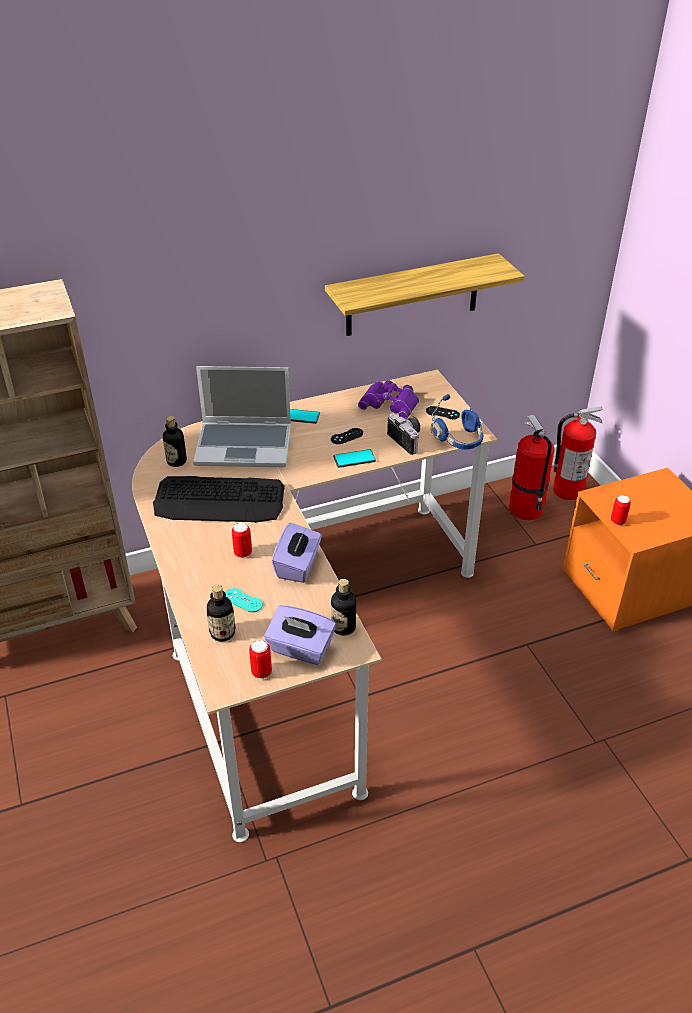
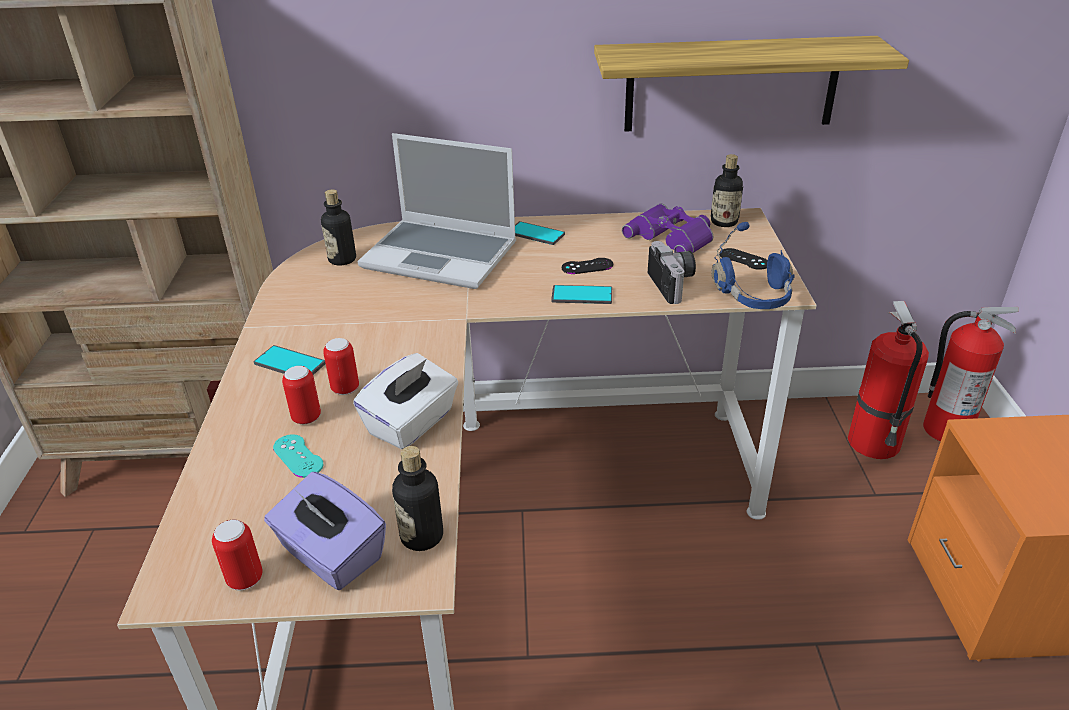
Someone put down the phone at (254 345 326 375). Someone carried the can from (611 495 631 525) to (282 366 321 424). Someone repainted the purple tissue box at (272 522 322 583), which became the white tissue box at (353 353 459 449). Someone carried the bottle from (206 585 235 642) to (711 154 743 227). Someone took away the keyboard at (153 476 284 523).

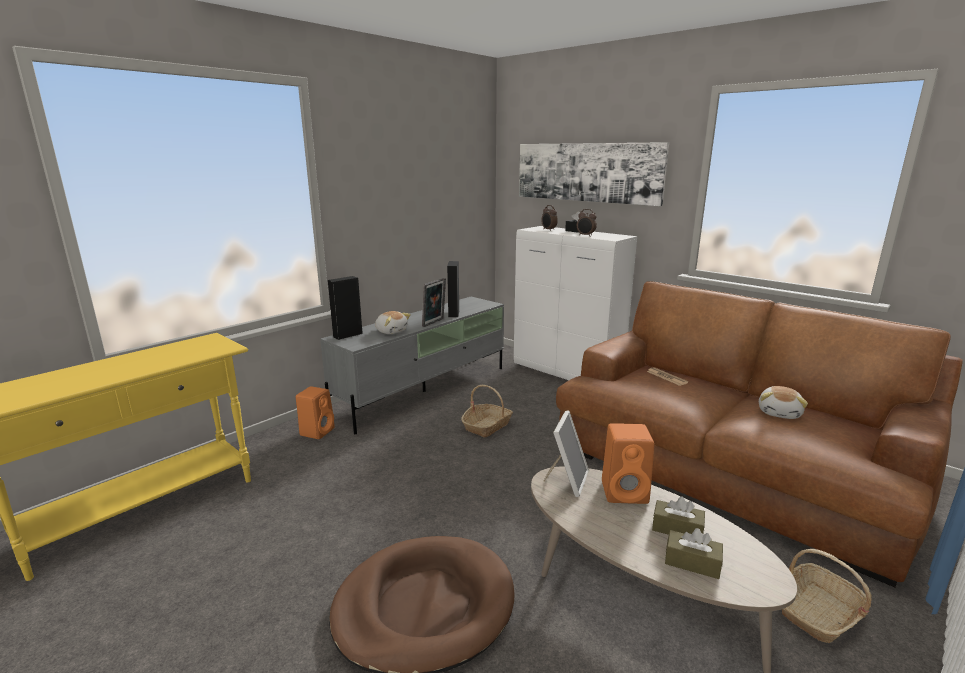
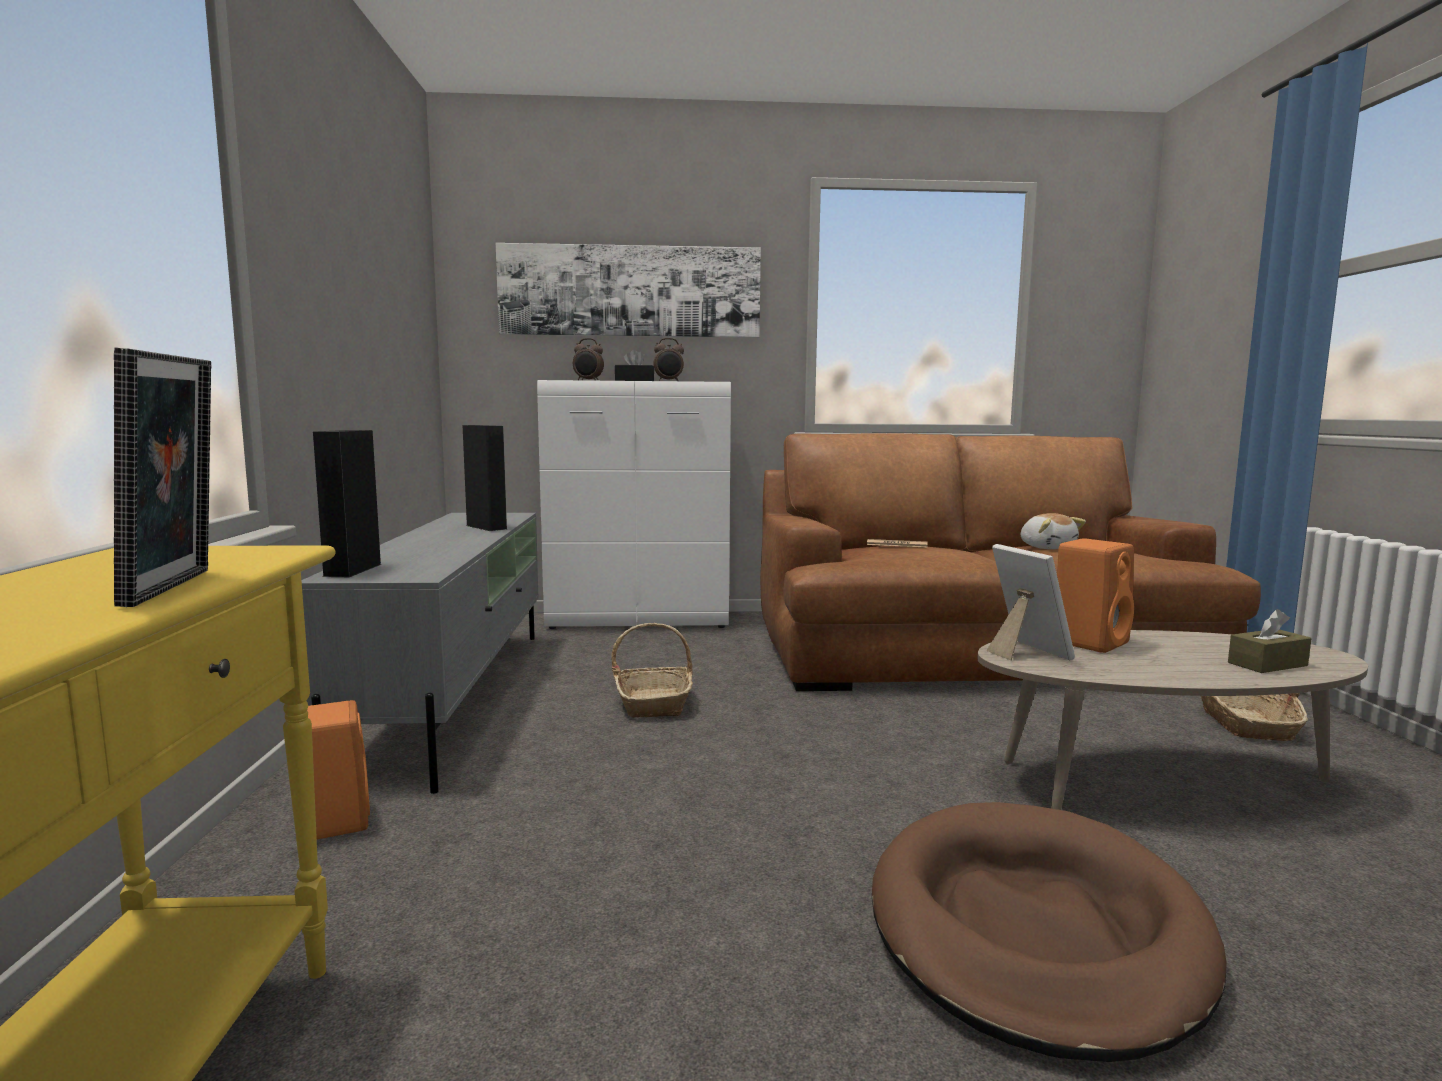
Someone carried the picture frame from (422 278 446 327) to (114 347 211 607). Someone took away the plush toy at (375 311 411 334). Someone took away the brown tissue box at (652 497 705 535).

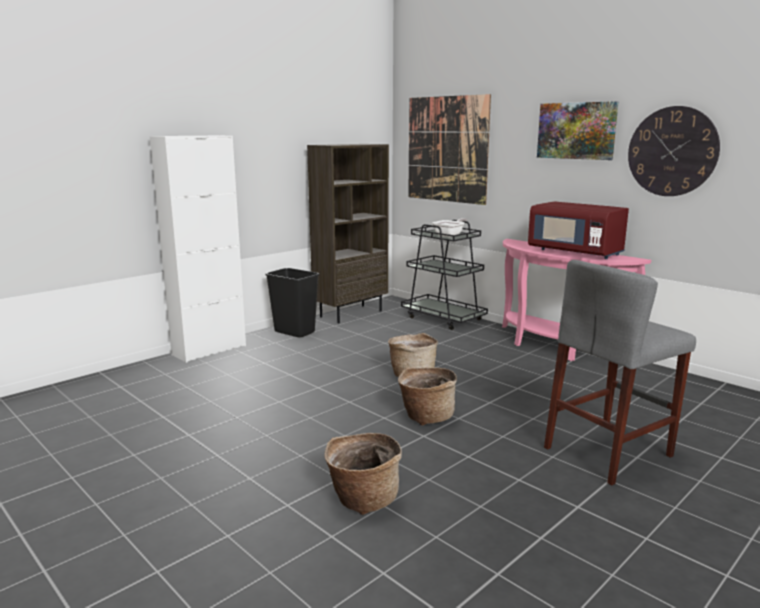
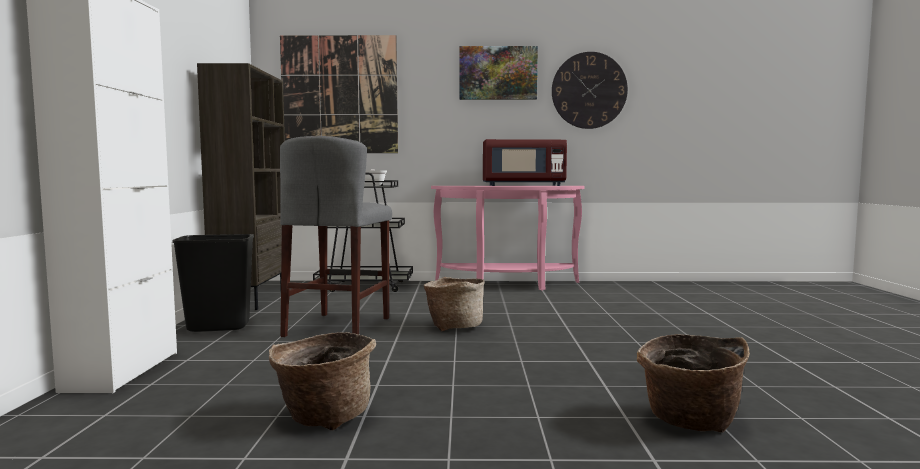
Someone carried the basket from (398 367 457 426) to (269 332 376 430). Someone carried the grey stool from (544 260 696 485) to (280 136 392 337).

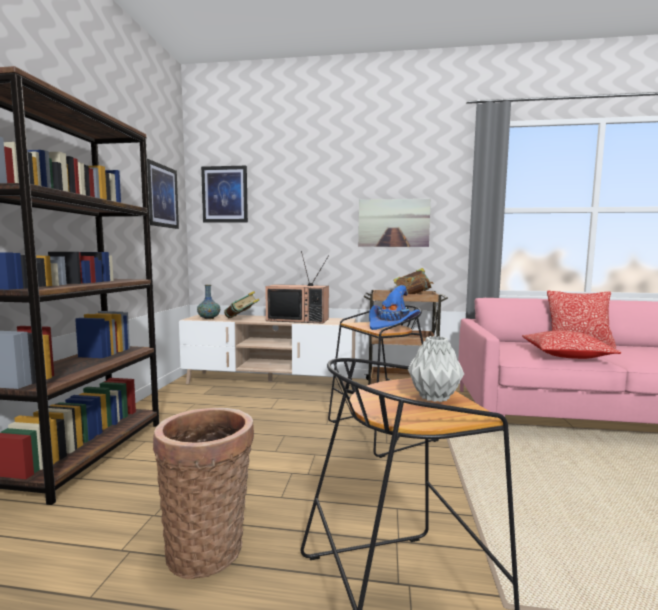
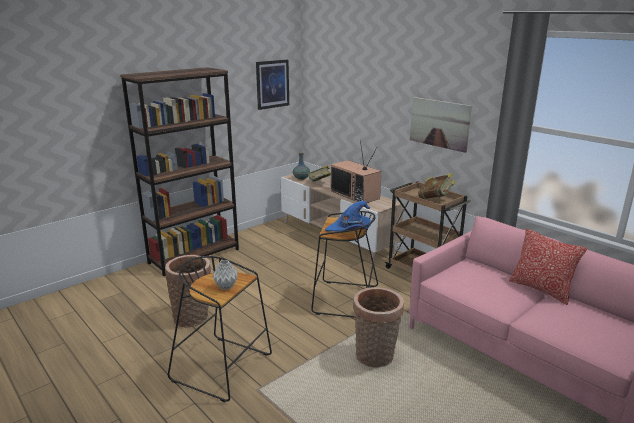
Someone put down the basket at (353 287 404 368). Someone took away the picture at (201 166 248 223). Someone took away the pillow at (522 330 621 359).

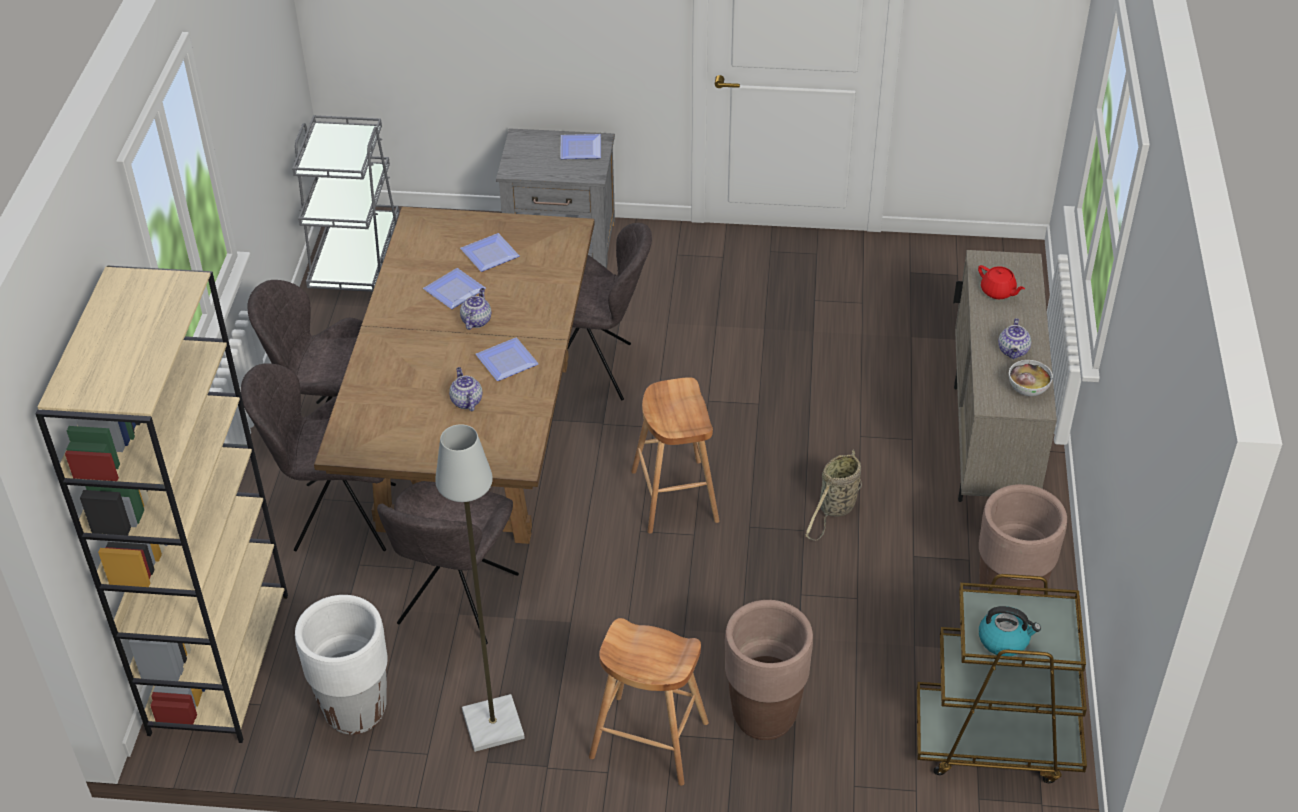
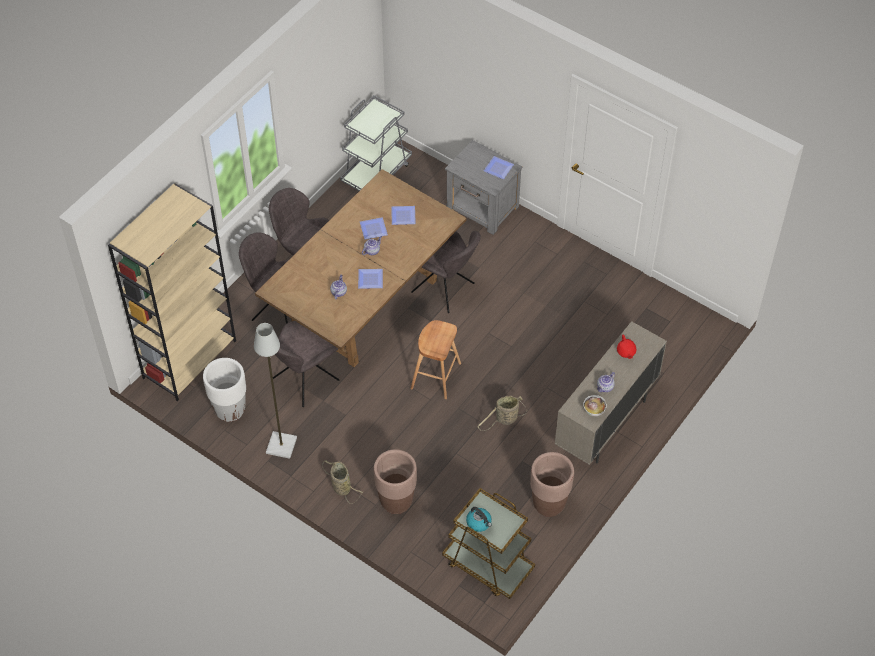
Someone swapped the brown stool at (589 618 709 786) for the basket at (322 460 363 504).

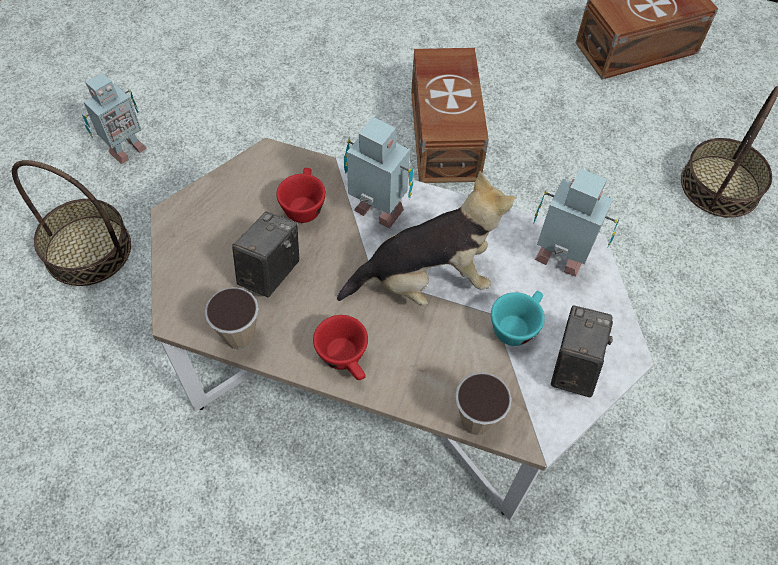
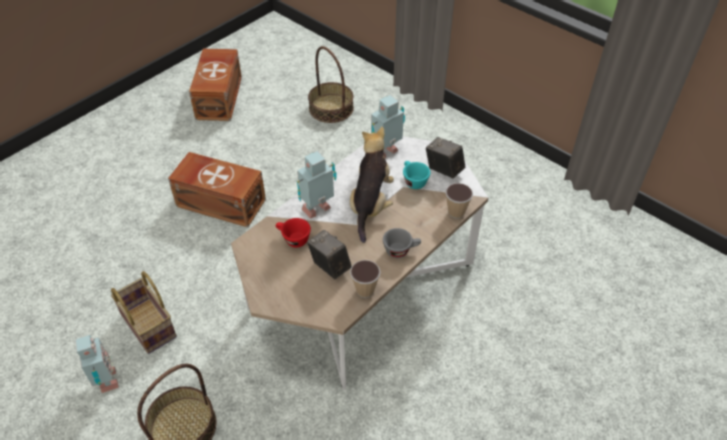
Someone put down the basket at (111 271 177 354). Someone repainted the red cup at (313 315 368 380), which became the grey cup at (383 228 421 258).

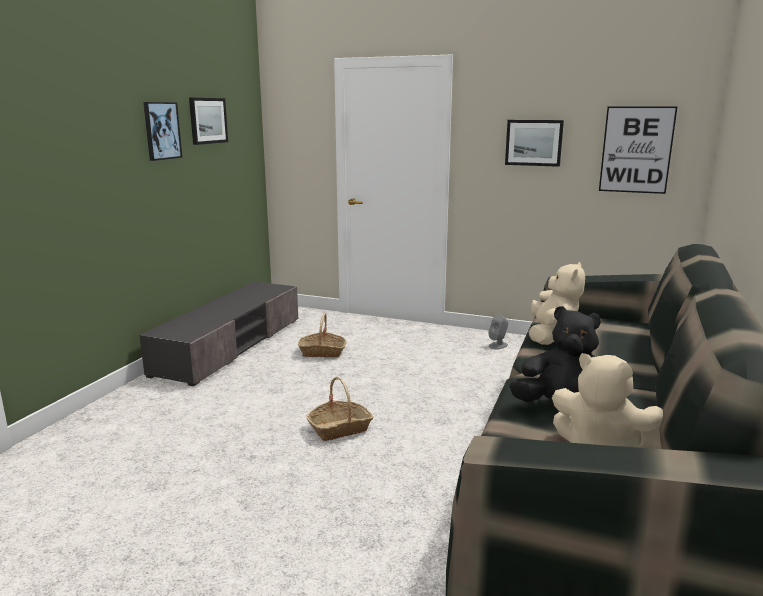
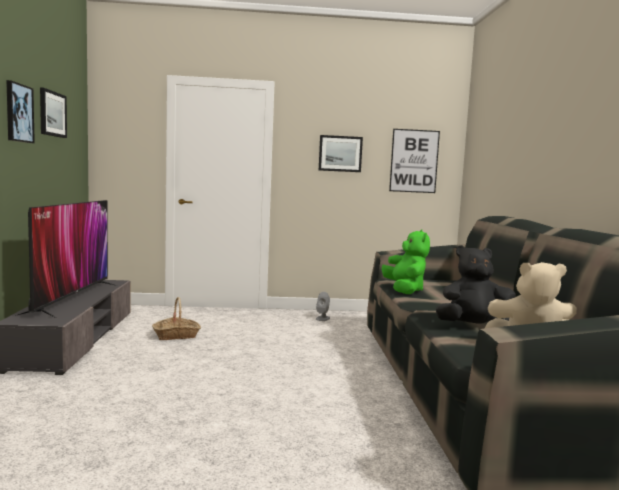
Someone put down the television at (15 200 117 318). Someone repainted the beige plush toy at (529 262 585 345), which became the green plush toy at (382 230 430 294). Someone took away the basket at (307 377 374 441).

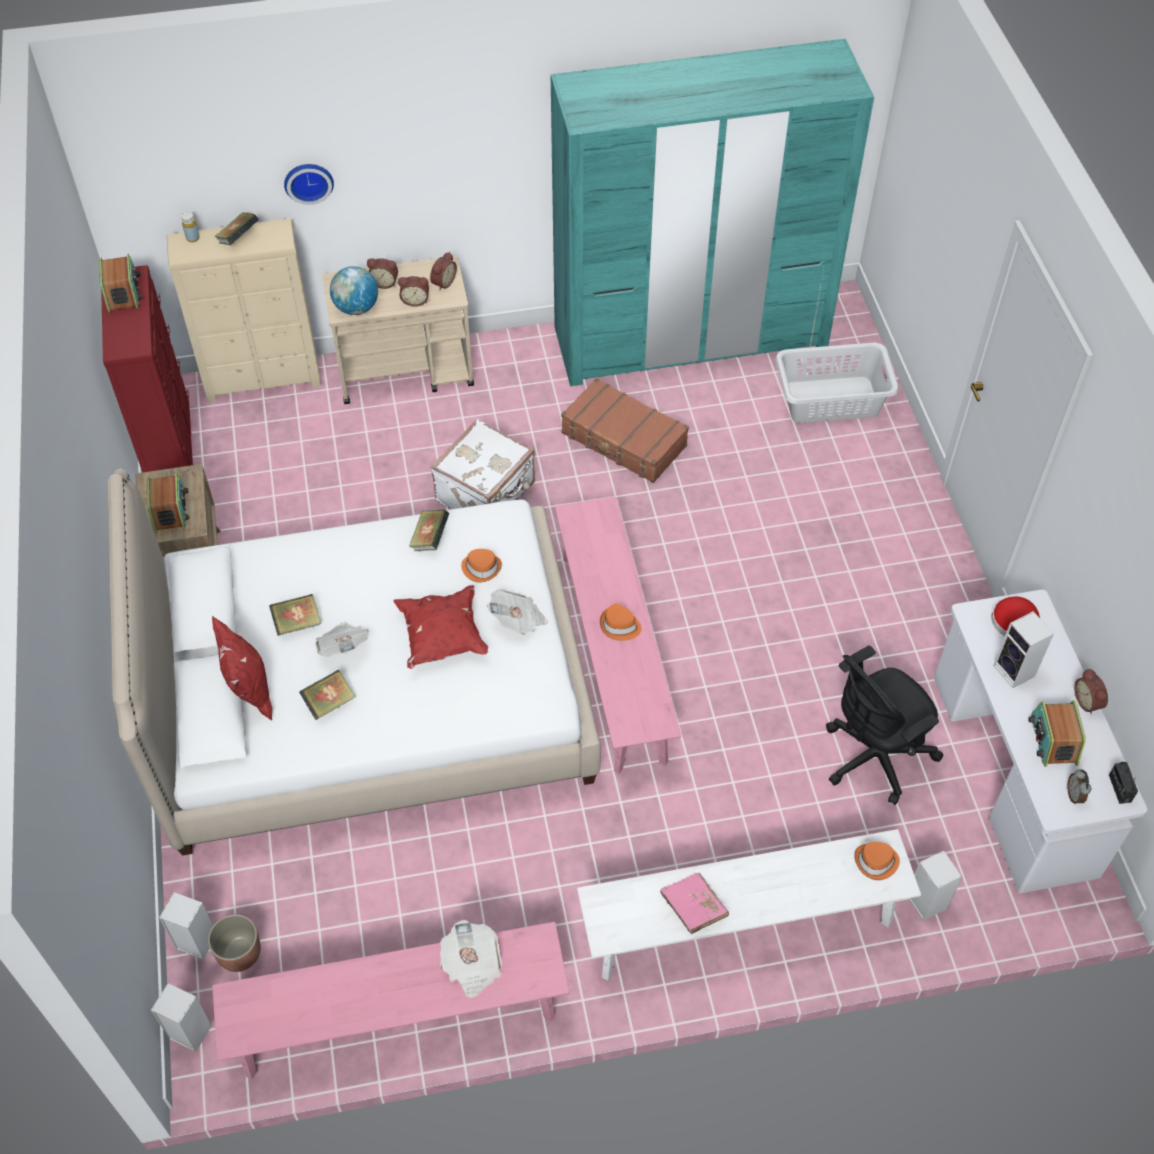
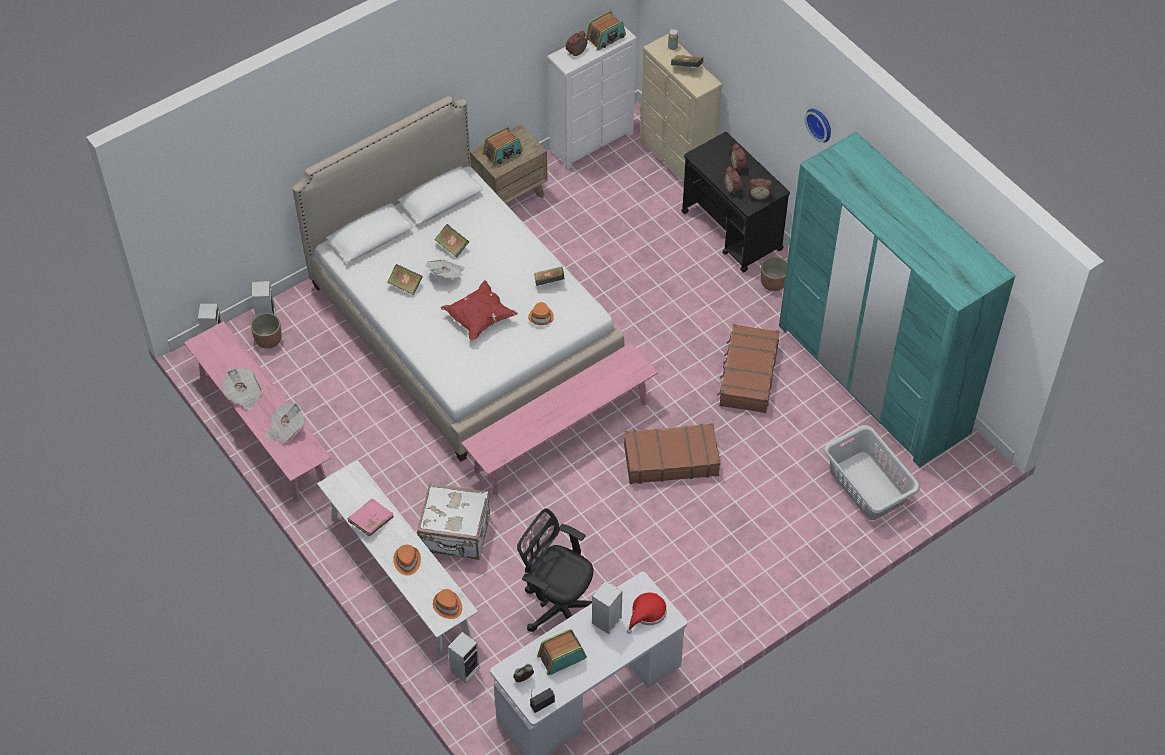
Someone carried the newspaper from (487 589 548 635) to (222 368 263 410). Someone carried the orange hat from (600 604 641 641) to (393 545 421 576). Someone carried the white suitcase from (431 419 535 509) to (417 483 490 560). Someone repainted the red dresser at (101 265 193 472), which became the white dresser at (547 26 637 170). Someone carried the alarm clock from (1074 668 1108 715) to (566 31 587 56). Someone put down the brown suitcase at (624 423 720 484). Someone repainted the beige cart at (322 256 474 404), which became the black cart at (681 132 790 272). Someone put down the planter at (761 256 787 291). Someone carried the wall clock from (284 164 334 205) to (805 109 831 142). Someone took away the red pillow at (212 616 272 720). Someone took away the globe at (330 266 378 315).

